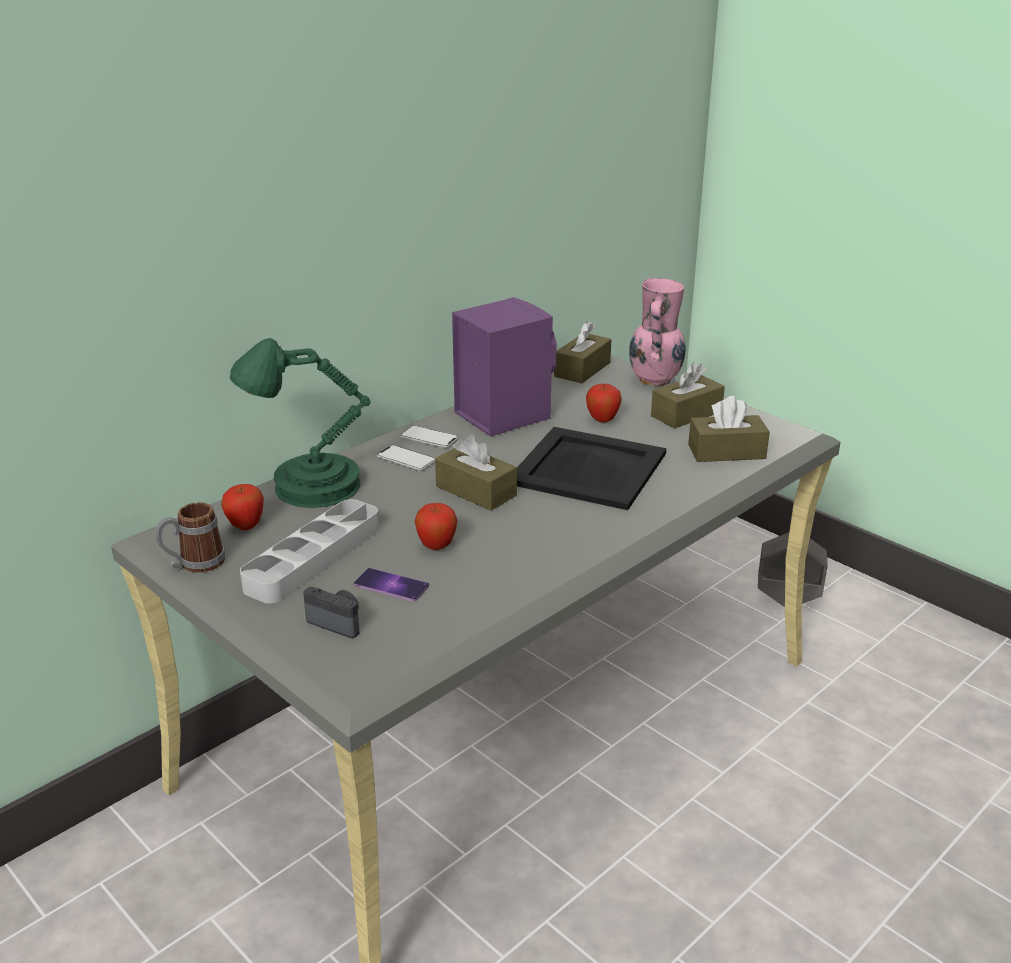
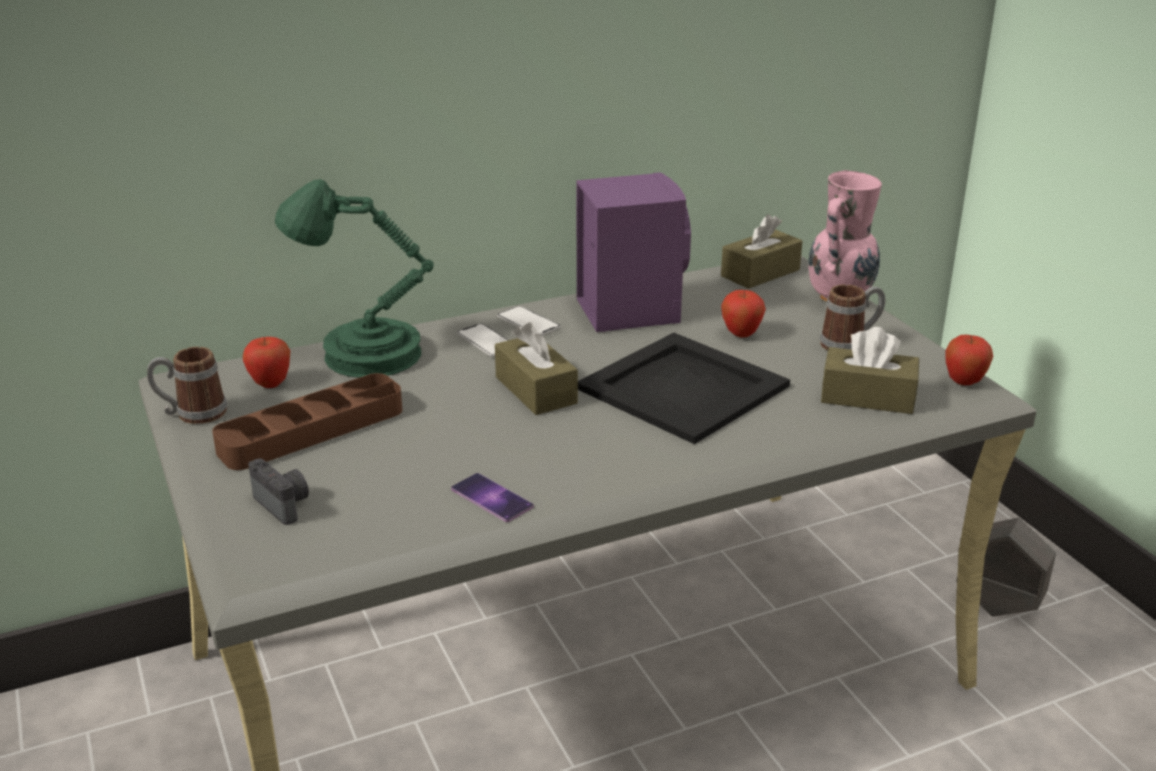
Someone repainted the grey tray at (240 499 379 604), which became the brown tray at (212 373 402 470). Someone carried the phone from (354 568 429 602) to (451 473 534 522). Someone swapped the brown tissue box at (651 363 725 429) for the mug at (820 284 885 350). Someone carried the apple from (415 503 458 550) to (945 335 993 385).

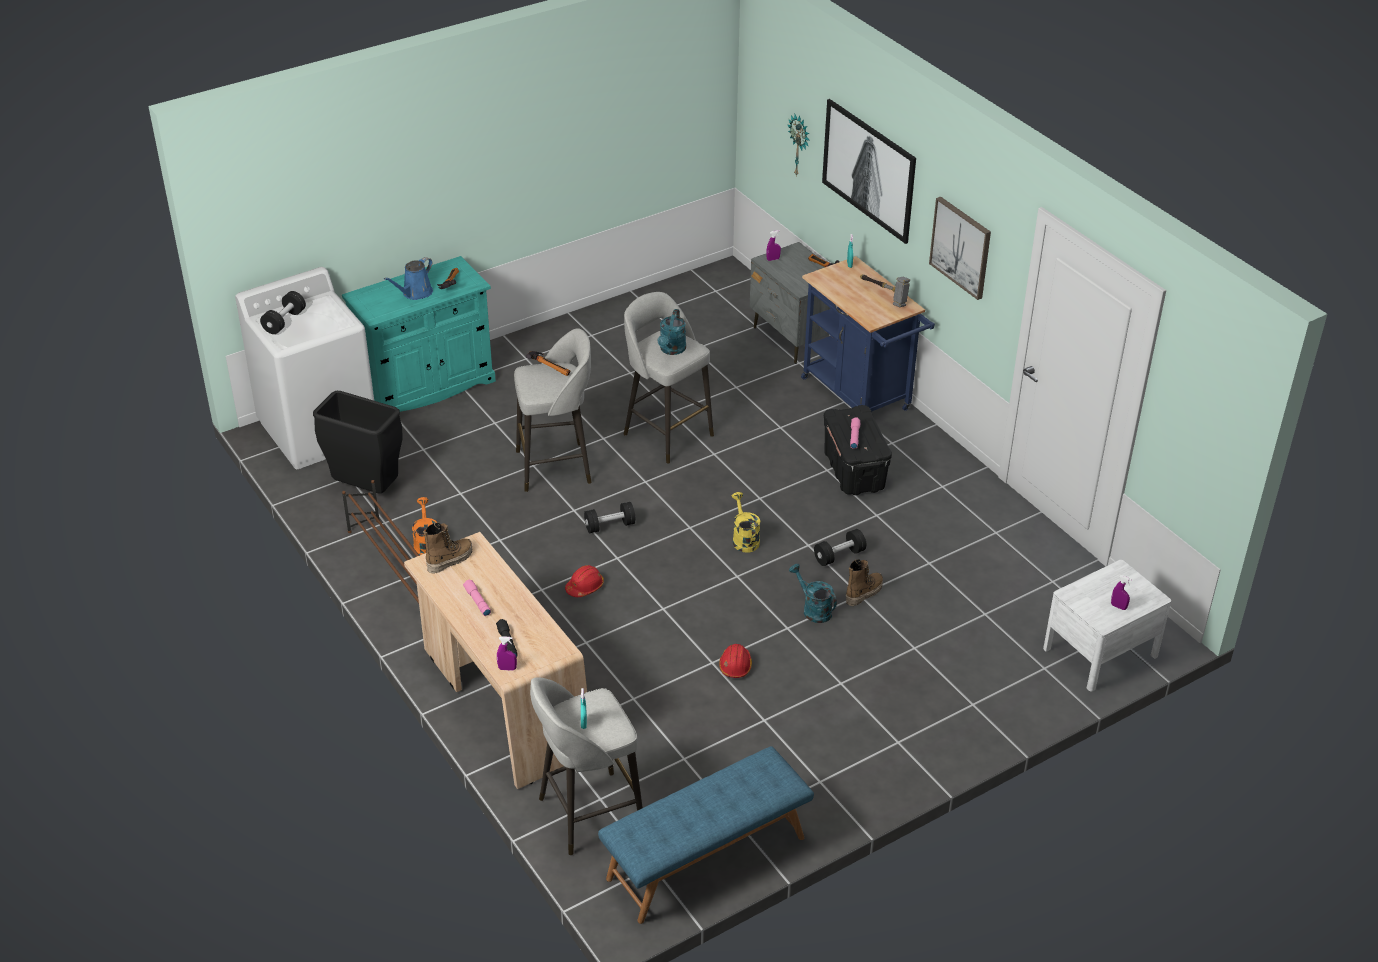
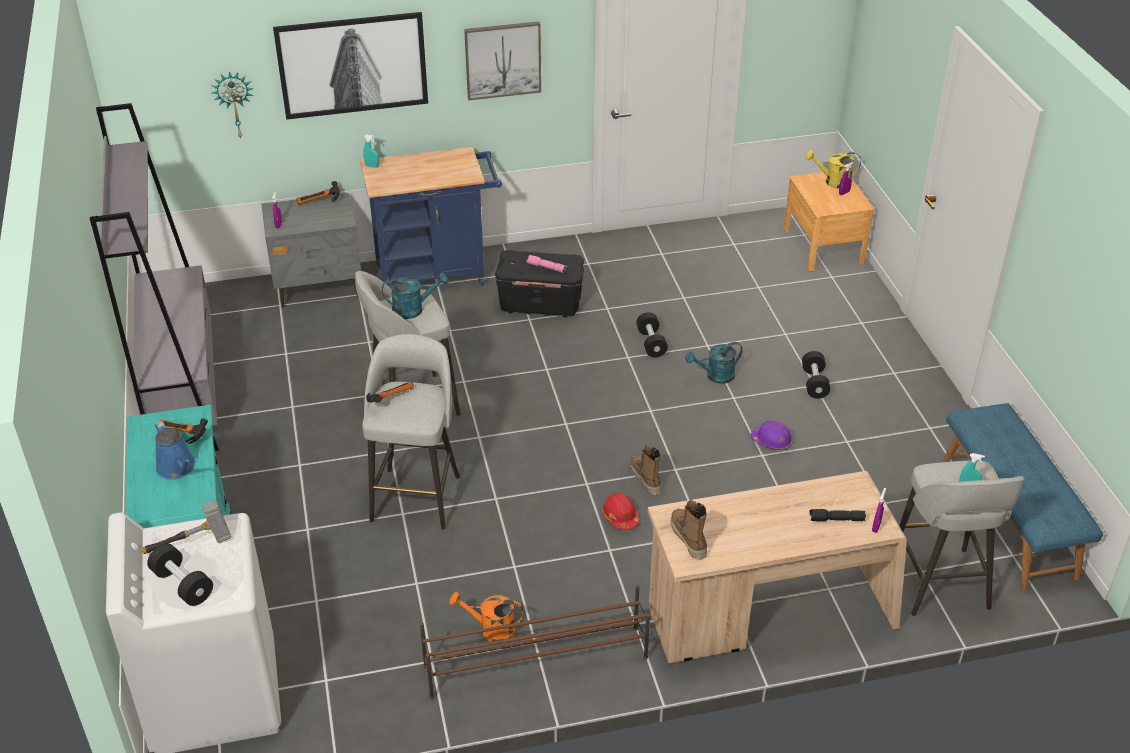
Someone put down the grey bookcase at (90 103 219 451). Someone carried the hammer from (860 274 910 307) to (140 500 231 554). Someone rotated the turquoise watering can at (658 309 686 355) by 45 degrees counterclockwise. Someone carried the boot from (846 559 883 606) to (631 446 662 495). Someone repainted the red hard hat at (719 644 752 678), which became the purple hard hat at (751 421 793 450). Someone repainted the white nightstand at (1043 560 1171 692), which became the brown nightstand at (783 172 874 271). Someone carried the black dumbbell from (584 502 636 533) to (802 351 831 399). Someone carried the yellow watering can from (732 492 760 553) to (805 150 861 189). Someone took away the black trash can at (313 391 403 493). Someone took away the pink flashlight at (463 580 491 616).

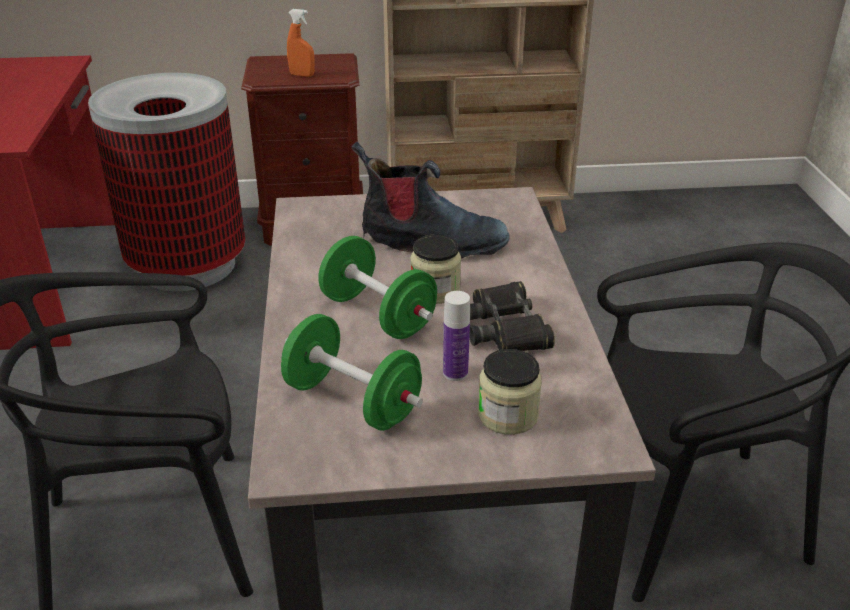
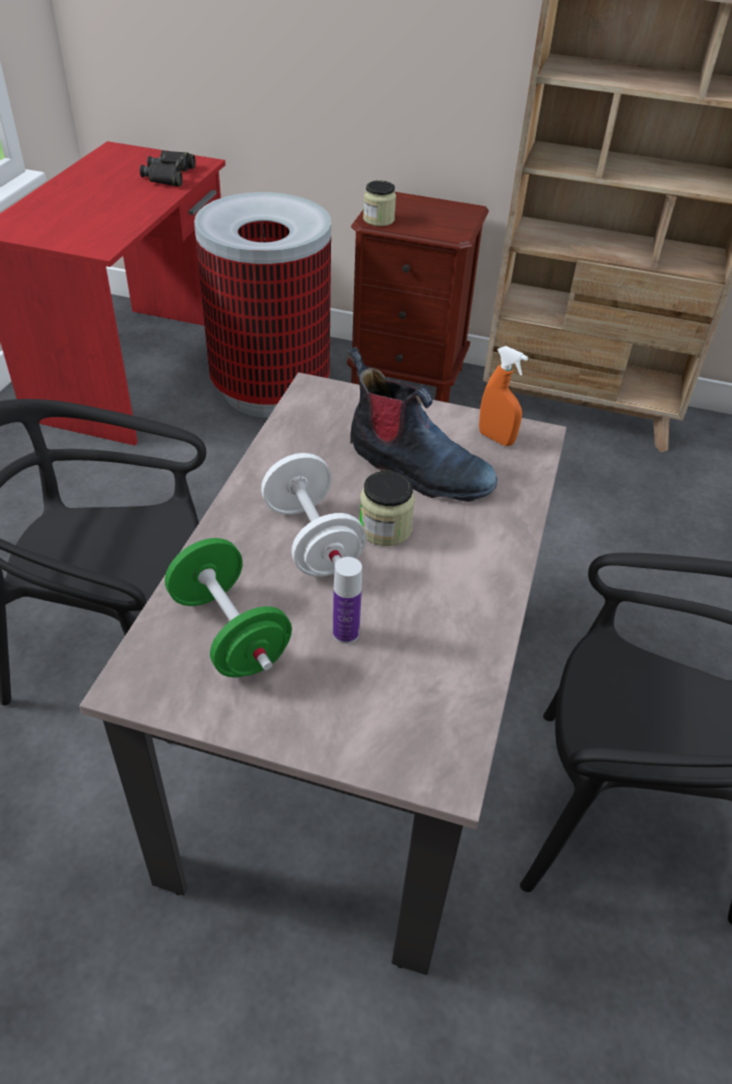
Someone carried the black binoculars from (469 281 555 351) to (140 150 196 187). Someone repainted the green dumbbell at (318 236 437 339), which became the white dumbbell at (261 453 367 577). Someone carried the jar from (478 349 542 435) to (363 180 396 226). Someone carried the orange spray bottle from (287 9 315 77) to (479 346 528 446).

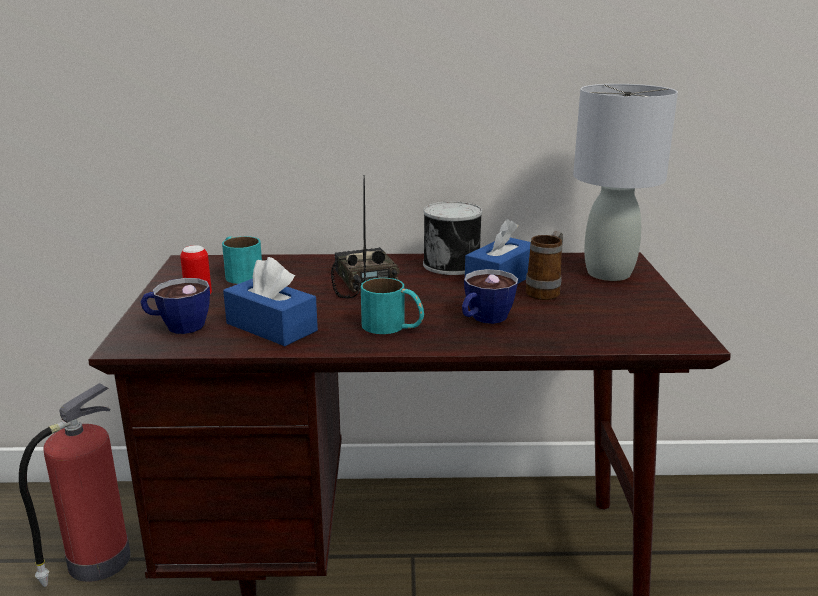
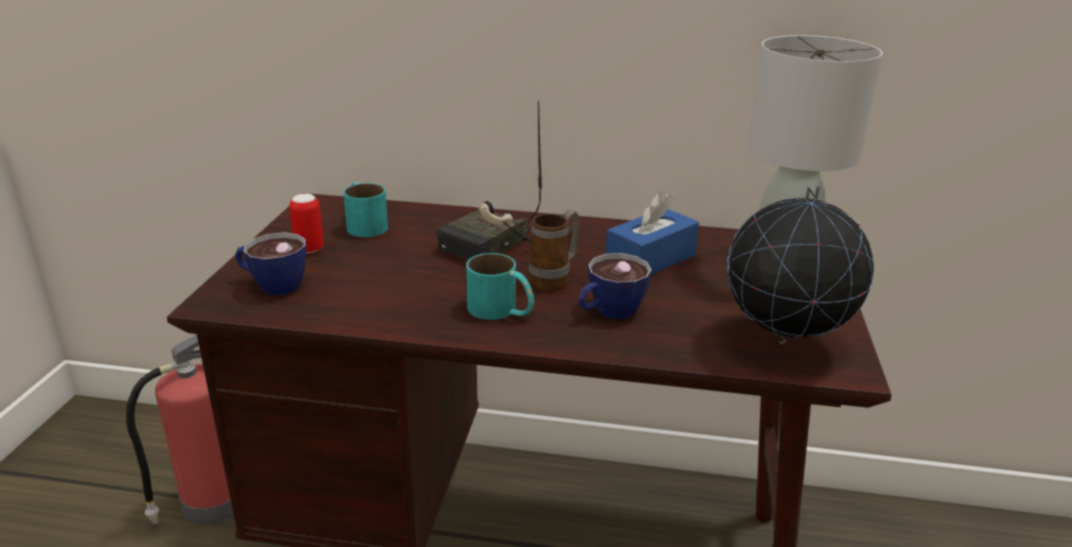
Someone rotated the radio at (331 175 399 299) by 135 degrees counterclockwise. Someone carried the mug from (526 231 563 300) to (528 209 579 291). Someone put down the globe at (727 186 874 344). Someone took away the blue tissue box at (223 257 318 346). Someone took away the can at (423 201 482 275).

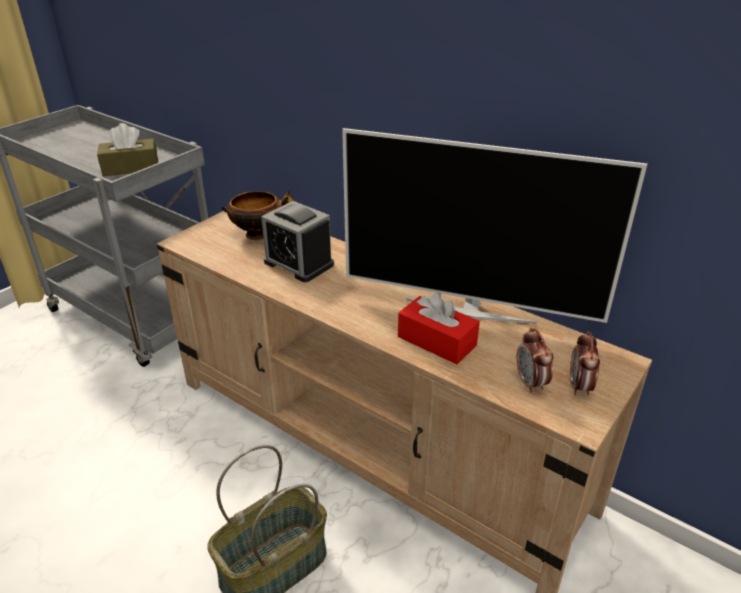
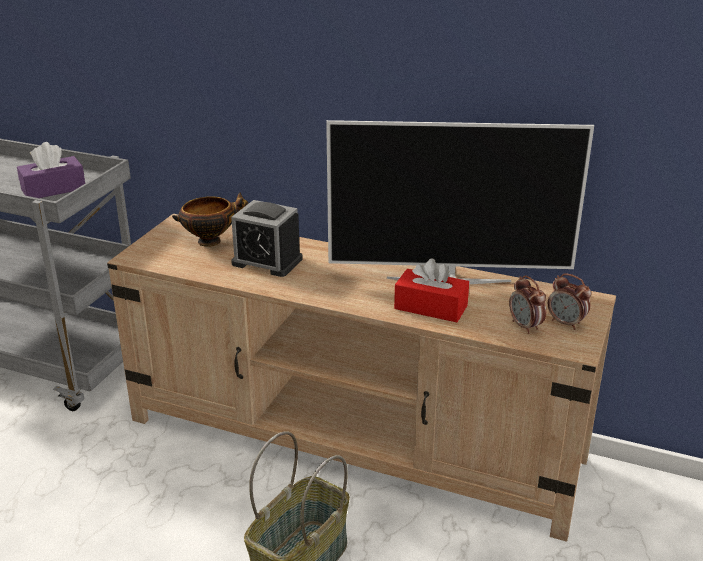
Someone repainted the brown tissue box at (97 123 158 176), which became the purple tissue box at (17 142 85 198). Someone rotated the alarm clock at (570 331 600 396) by 45 degrees counterclockwise.

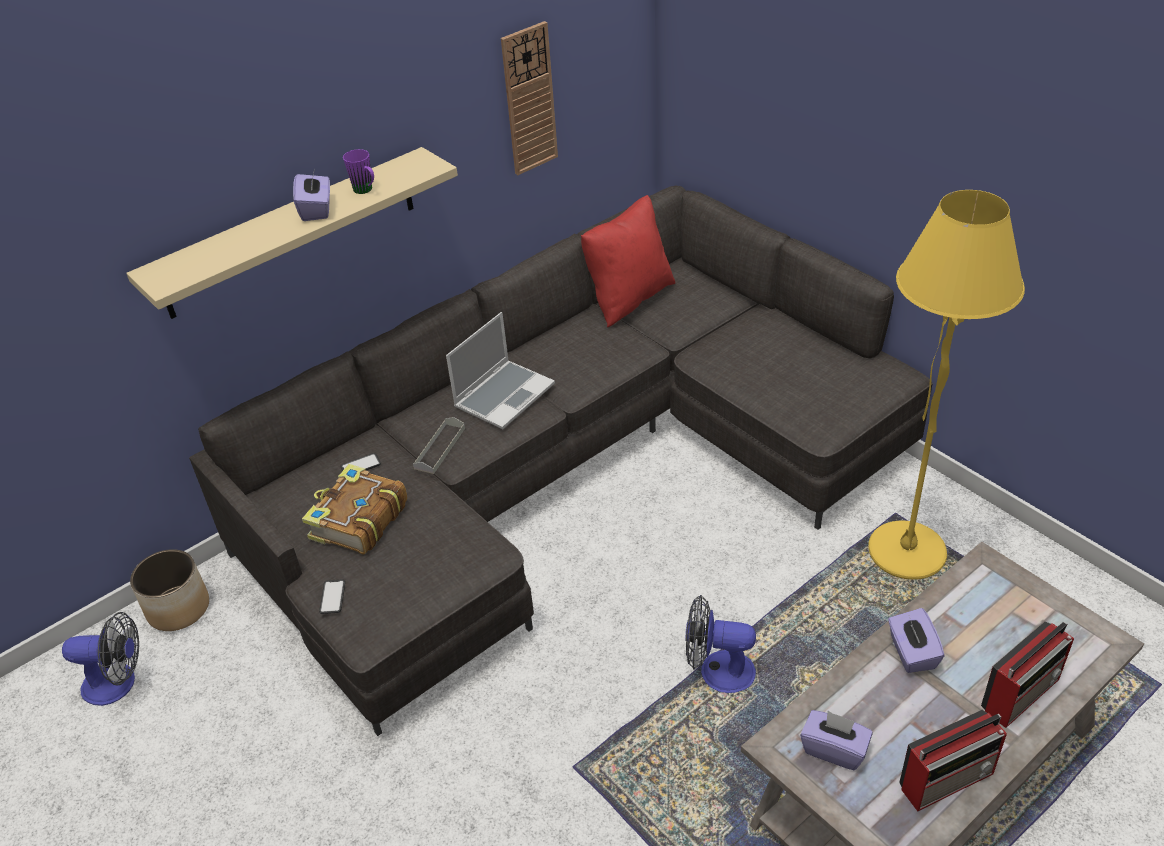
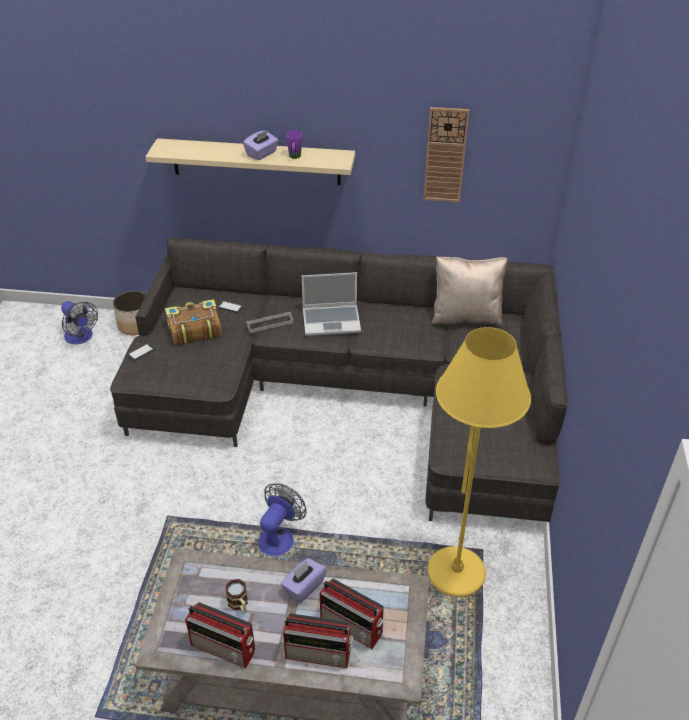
Someone put down the mug at (226 579 248 613). Someone rotated the fan at (685 595 756 693) by 60 degrees clockwise. Someone put down the radio at (320 579 384 649). Someone repainted the red pillow at (581 195 675 327), which became the beige pillow at (431 256 508 327). Someone took away the purple tissue box at (800 710 873 770).

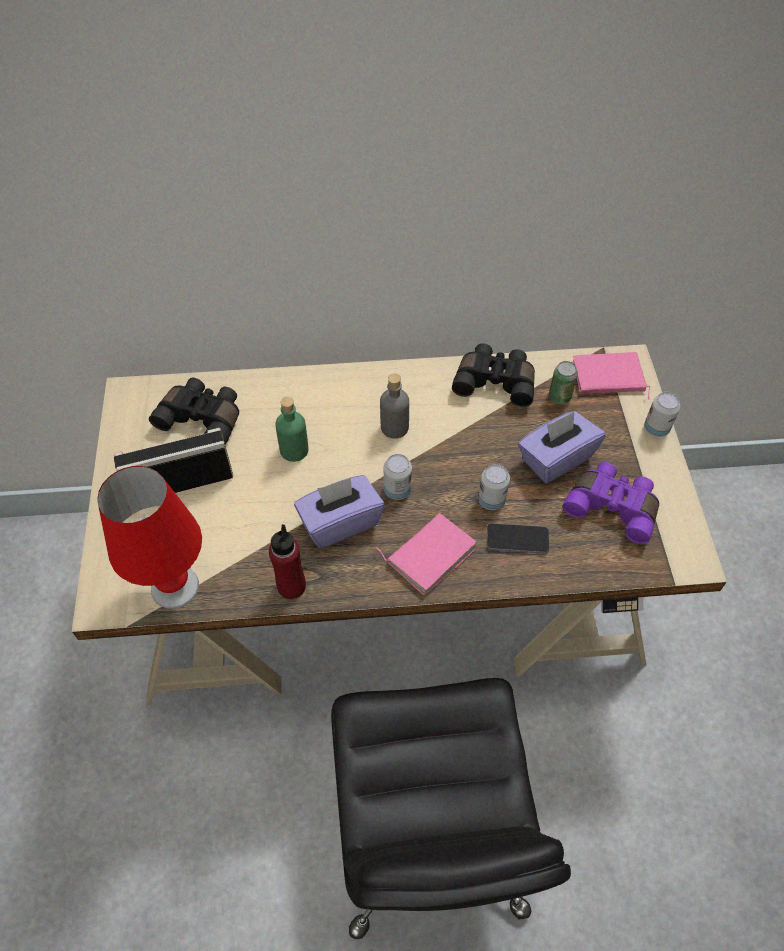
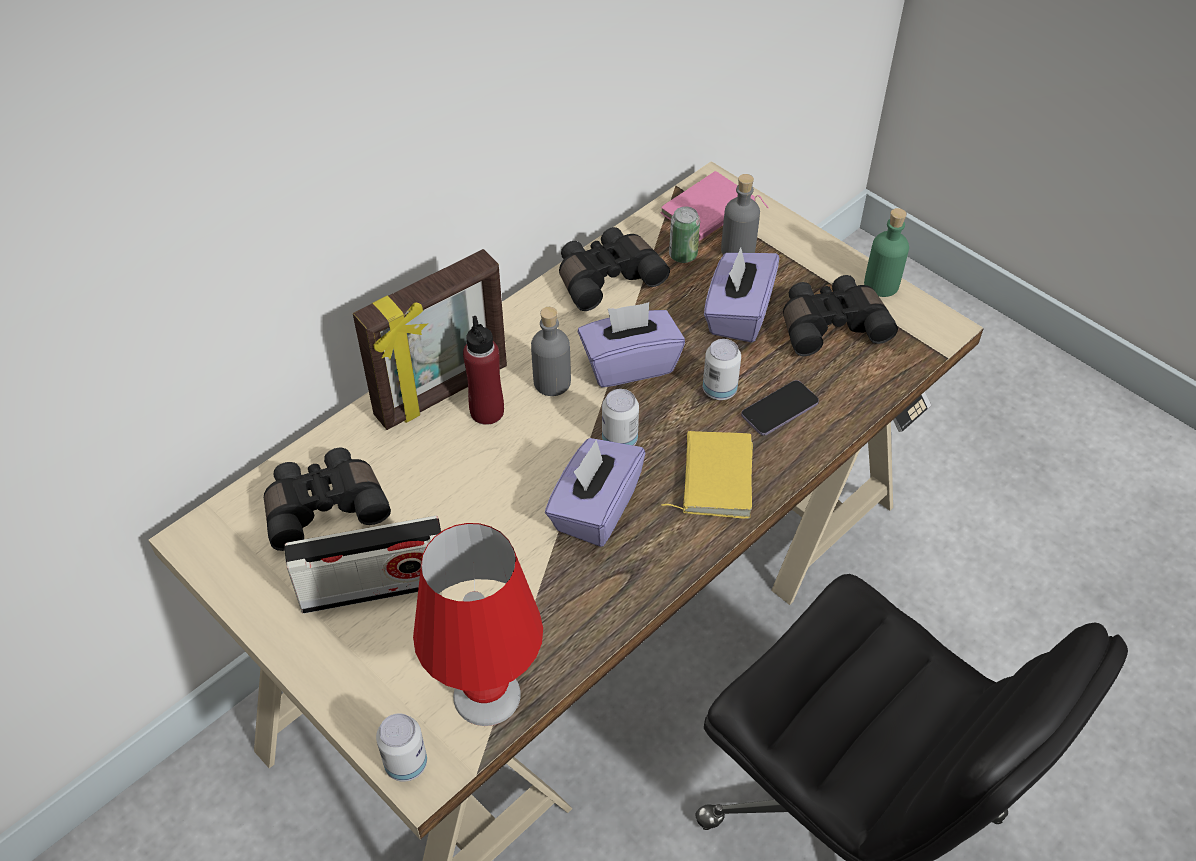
Someone rotated the radio at (114 428 233 493) by 135 degrees counterclockwise. Someone put down the picture frame at (353 249 507 430). Someone carried the can from (644 392 680 437) to (376 713 427 782). Someone carried the red bottle from (269 524 306 599) to (463 316 504 425). Someone put down the purple tissue box at (578 302 685 387). Someone repainted the pink book at (376 513 476 595), which became the yellow book at (661 431 753 519). Someone put down the grey bottle at (721 174 760 255). Someone repainted the purple binoculars at (563 462 659 544), which became the black binoculars at (783 275 898 356). Someone carried the green bottle from (275 397 308 462) to (864 208 909 297).

